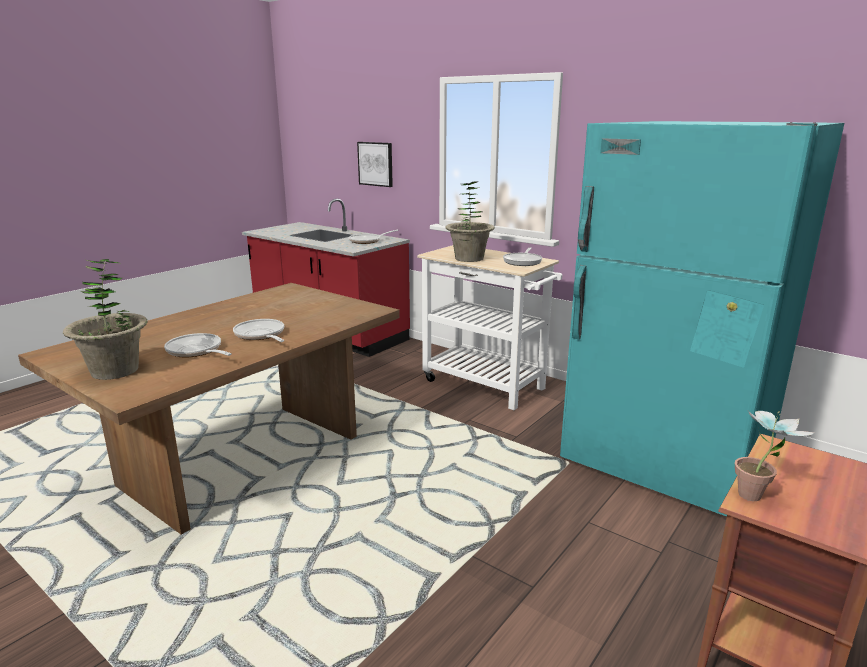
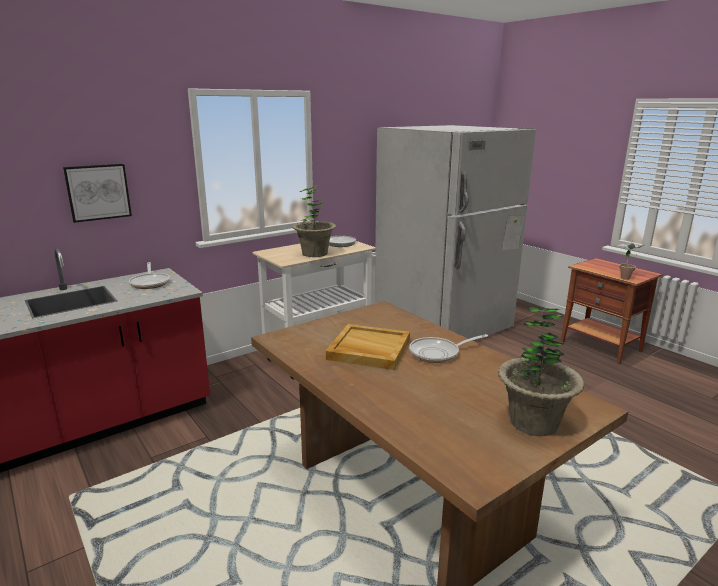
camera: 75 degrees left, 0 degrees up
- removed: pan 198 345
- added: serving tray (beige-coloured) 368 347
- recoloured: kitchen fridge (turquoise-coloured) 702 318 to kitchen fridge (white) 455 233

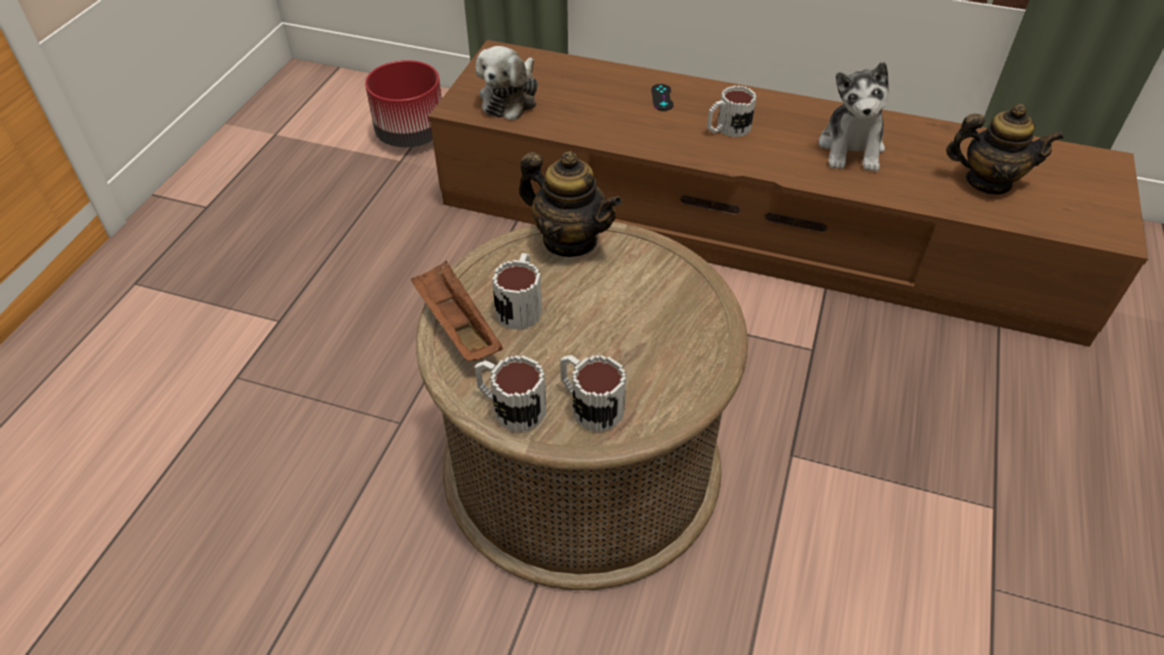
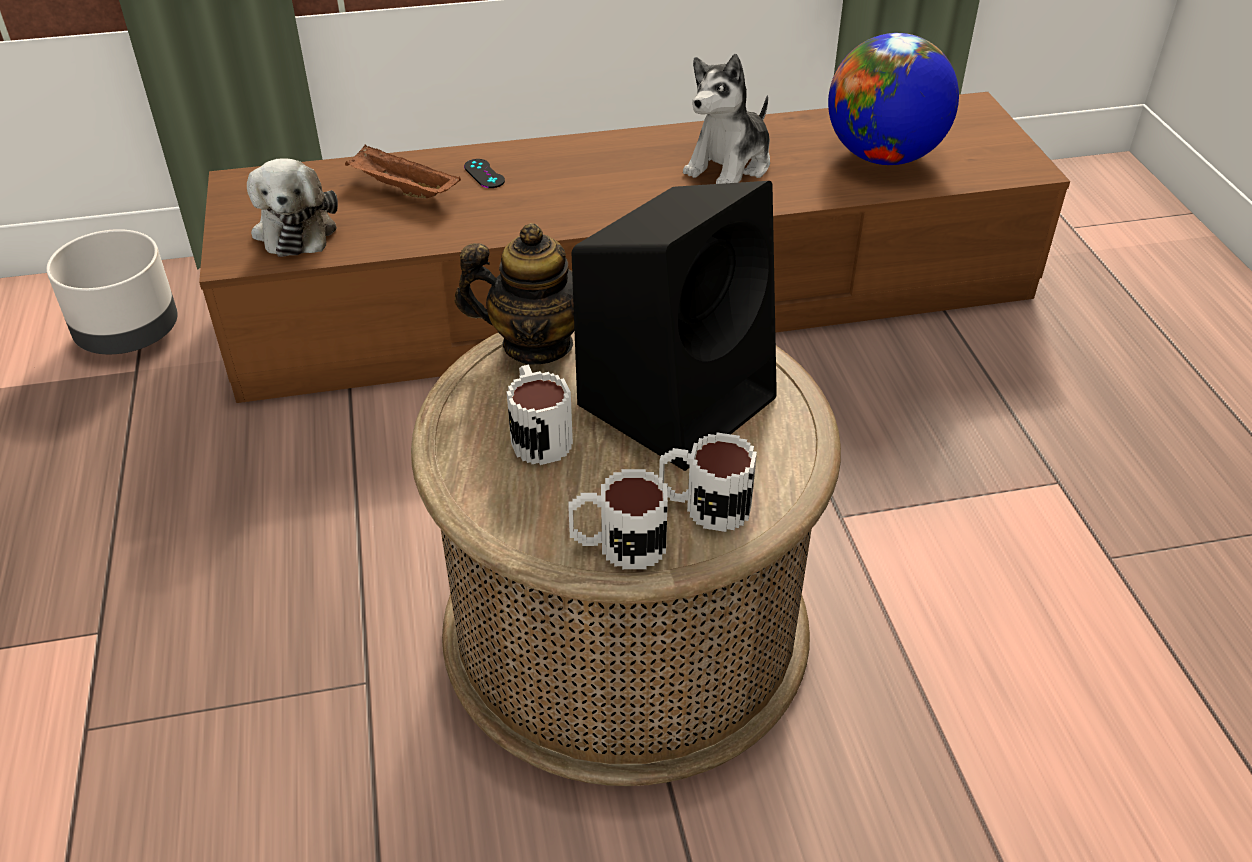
camera: 30 degrees left, 5 degrees down
- removed: tea mug 731 111
- added: loudspeaker (blackish) 674 326
- moved: serving tray (brown) 457 311 to 403 171
- replaced: tea pot 1005 149 to world globe 893 99
- recoloured: plant pot (red-coloured) 403 103 to plant pot (gray) 112 291
- turned: soft toy 853 117 = 726 119 60 degrees clockwise

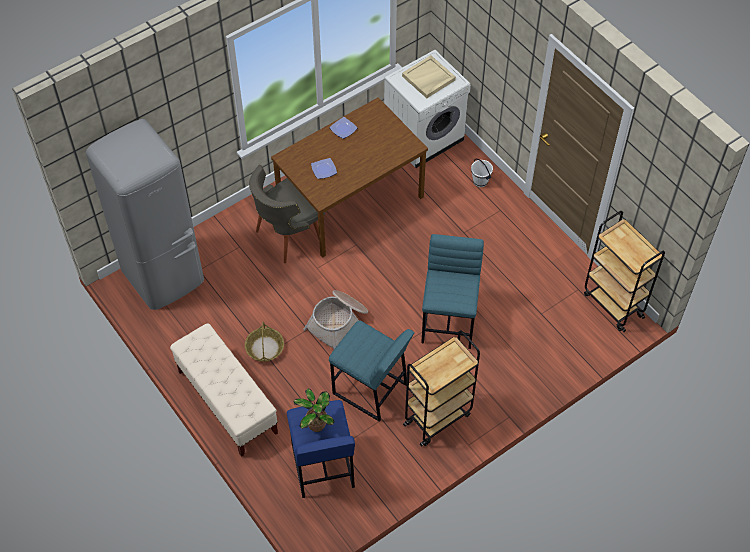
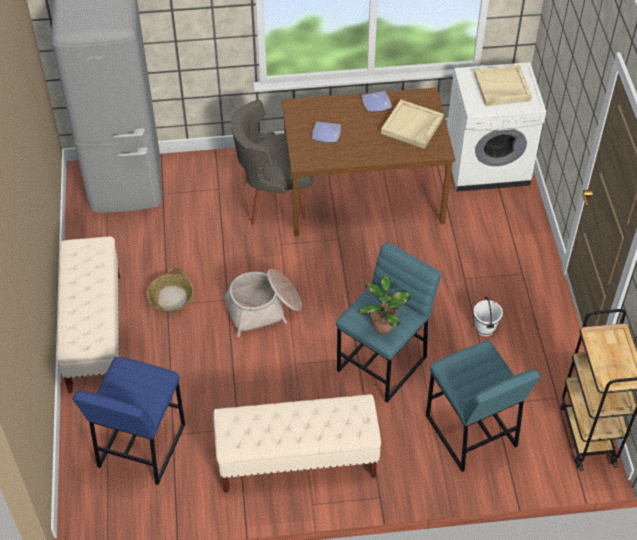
camera: 30 degrees right, 5 degrees down
- added: serving tray (beige-coloured) 412 124
- moved: plant in a pot 314 410 to 384 304
- moved: sitting stool (blue-coloured) 372 371 to 483 406
- moved: bucket (white) 482 173 to 488 316
- replaced: trolley (brown) 441 388 to indoor bench (beige-coloured) 297 443

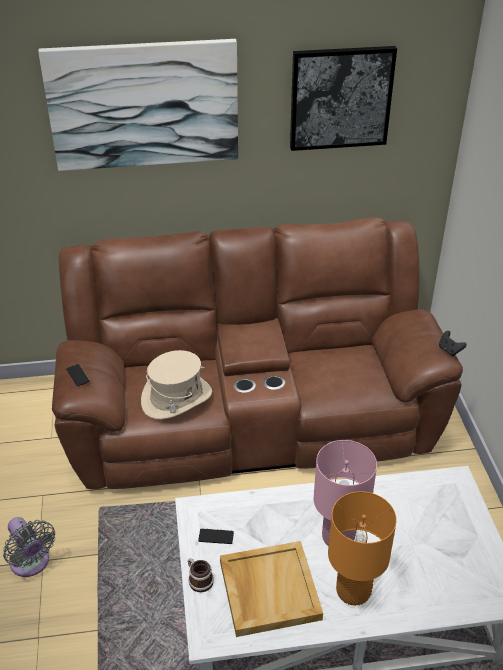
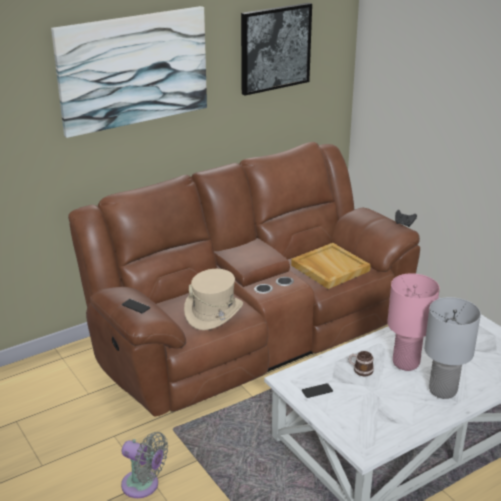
camera: 25 degrees left, 10 degrees down
- moved: tea mug 201 575 to 361 363
- moved: serving tray (beige-coloured) 271 589 to 331 266
- recoloured: tabletop lamp (orange) 362 548 to tabletop lamp (gray) 452 348

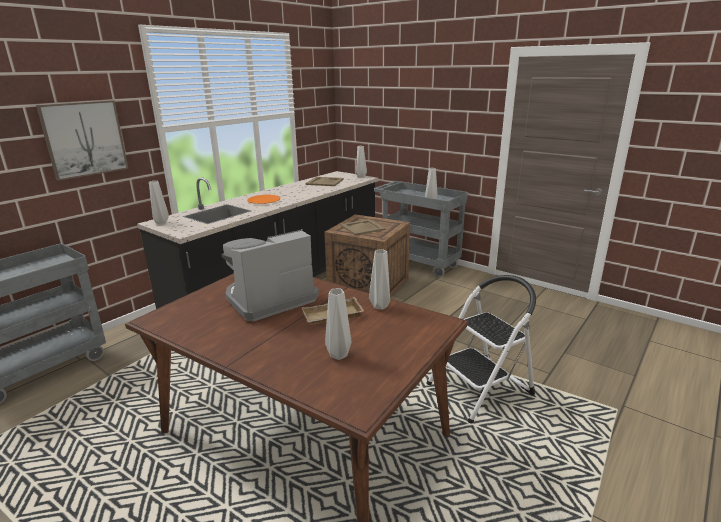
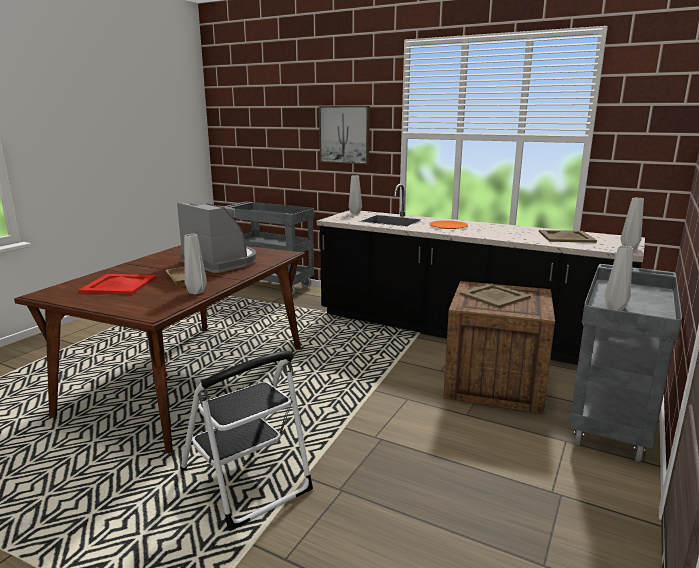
camera: 80 degrees right, 5 degrees down
- replaced: vase (gray) 338 324 to serving tray (red-coloured) 117 284

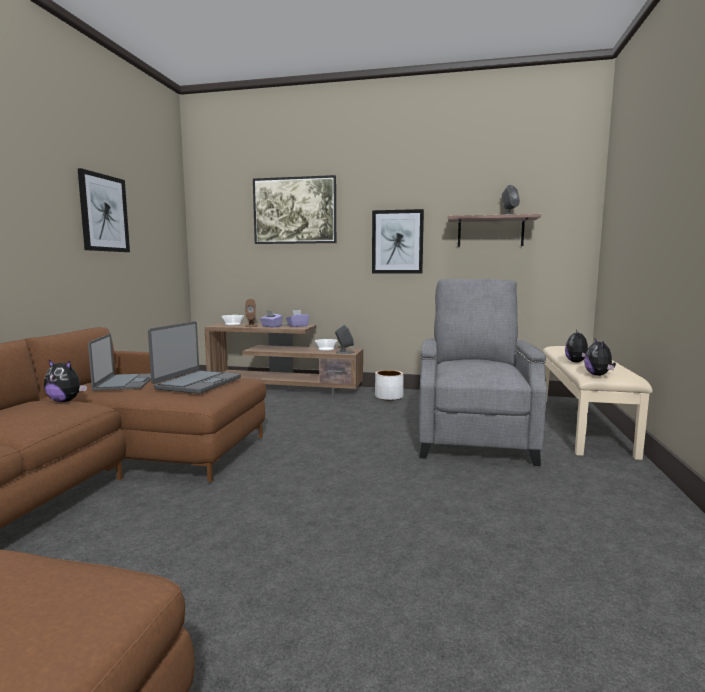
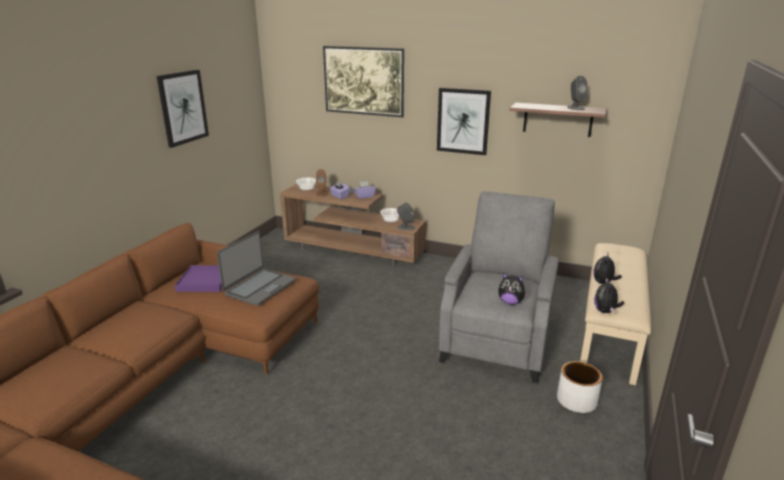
camera: 10 degrees right, 15 degrees up
- moved: soft toy 65 380 to 513 288
- moved: plant pot (white) 389 385 to 580 387
- replaced: portable computer 119 362 to serving tray (purple) 198 278

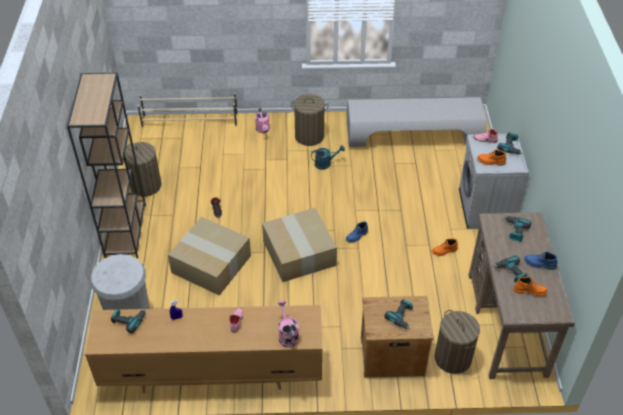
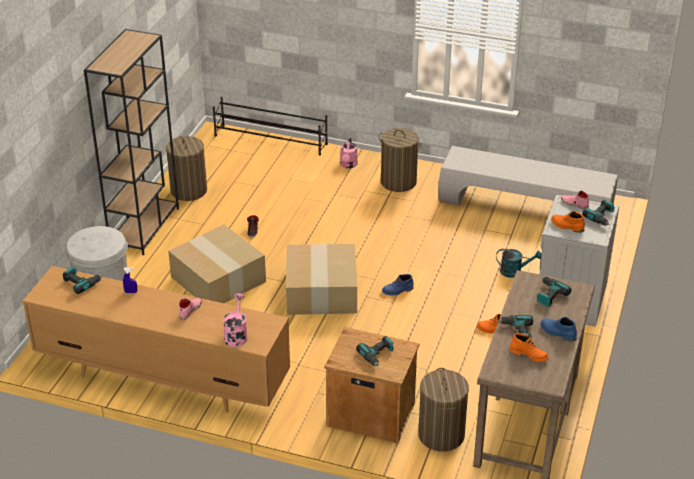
camera: 20 degrees right, 10 degrees down
- moved: watering pot (turquoise-coloured) 328 157 to 518 263
- recoloured: shoe stand (beige-coloured) 188 110 to shoe stand (blackish) 270 126

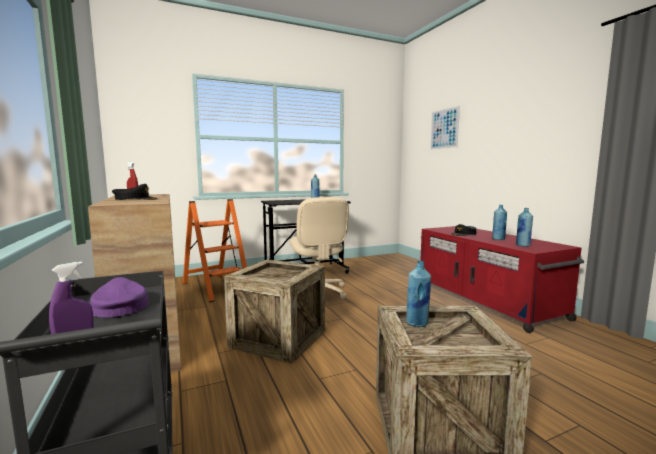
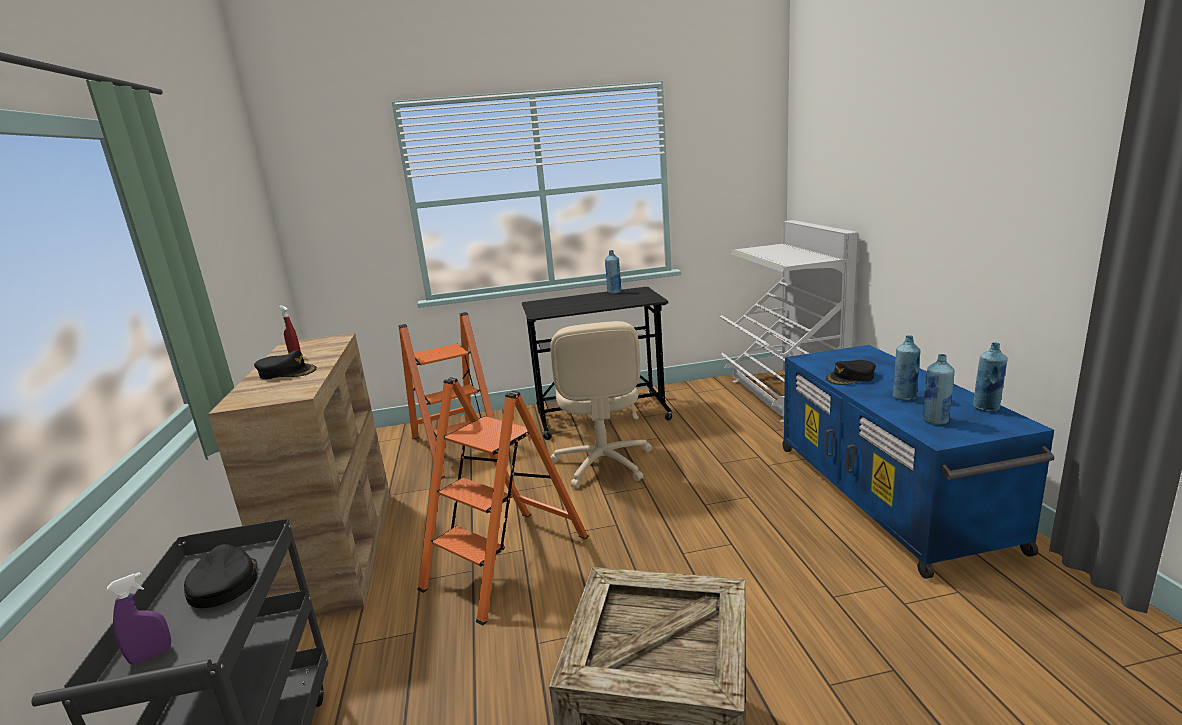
camera: 15 degrees right, 10 degrees up
- removed: wall picture 445 128
- added: shoe stand (white) 789 321
- moved: bottle (blue-coloured) 418 294 to 990 377
- replaced: crate 274 311 to step stool (orange) 503 501
- recoloured: baseball cap (purple) 119 297 to baseball cap (blackish) 220 576
- recoloured: storage cabinet (red-coloured) 502 279 to storage cabinet (blue-coloured) 918 462

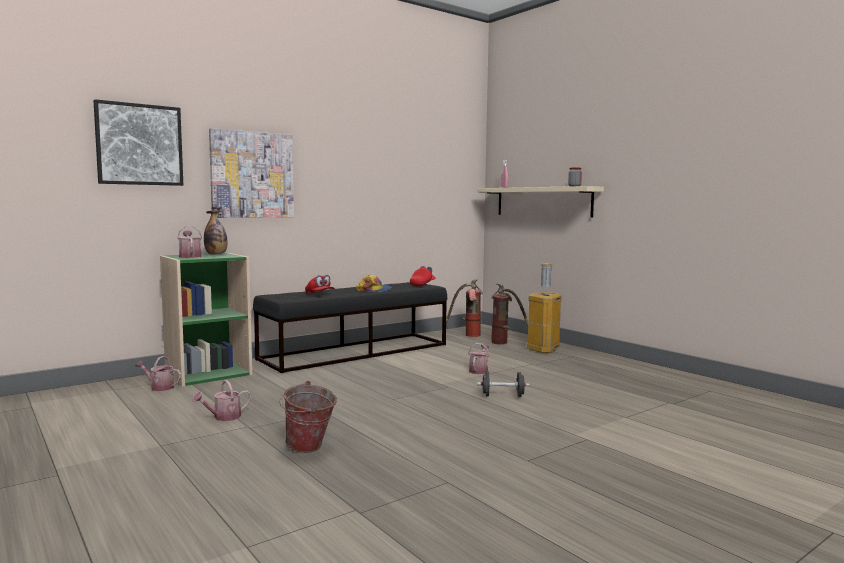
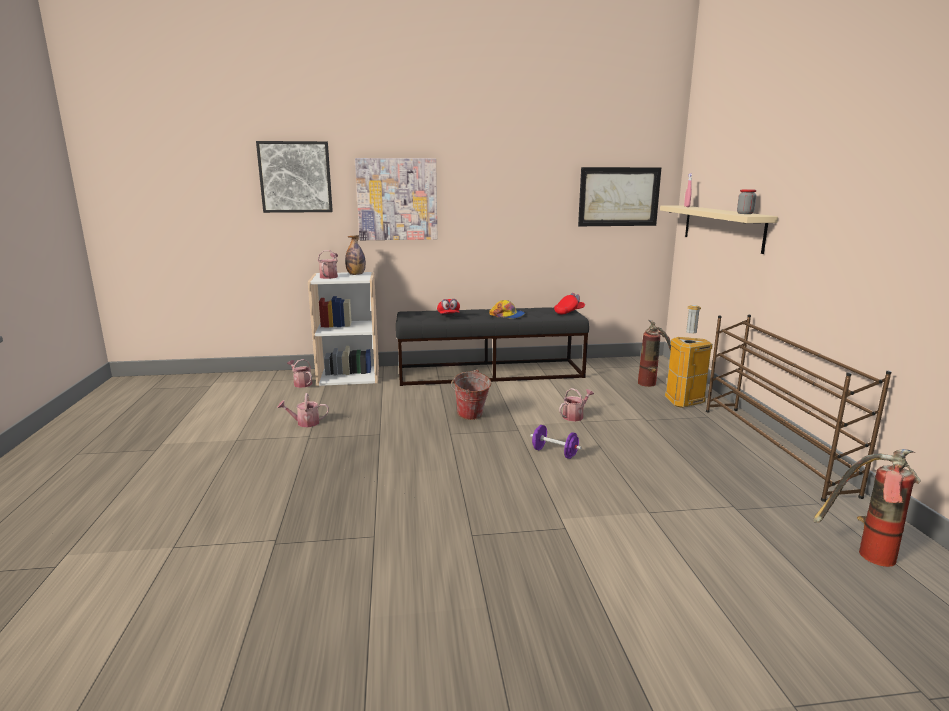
camera: 30 degrees right, 10 degrees up
- added: wall picture 620 196
- added: shoe stand (brown) 798 408
- moved: bucket 308 417 to 471 394
- moved: fire extinguisher 464 308 to 867 508
- recoloured: shelving unit (green-coloured) 206 319 to shelving unit (white) 343 329
- recoloured: free weight (blackish) 503 384 to free weight (purple) 556 442

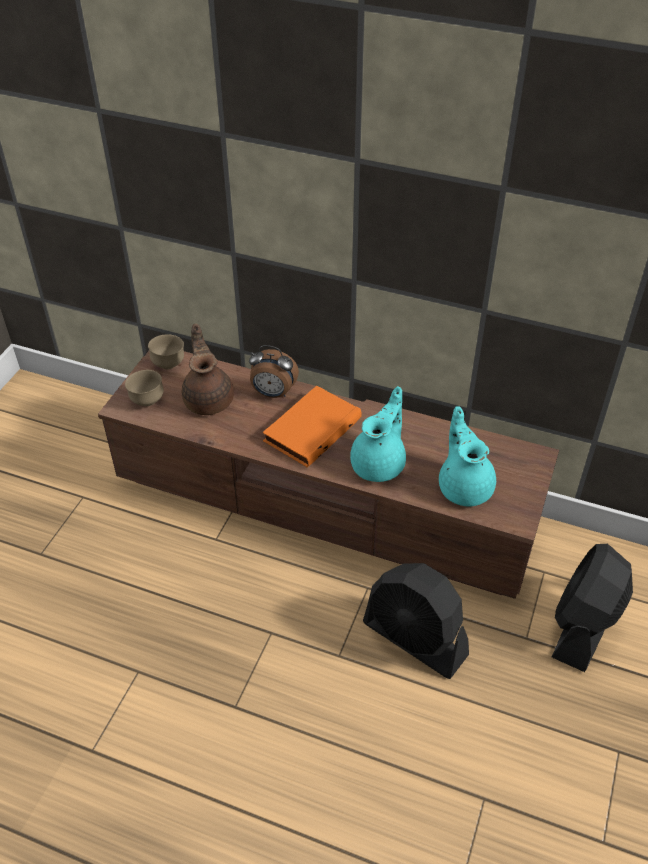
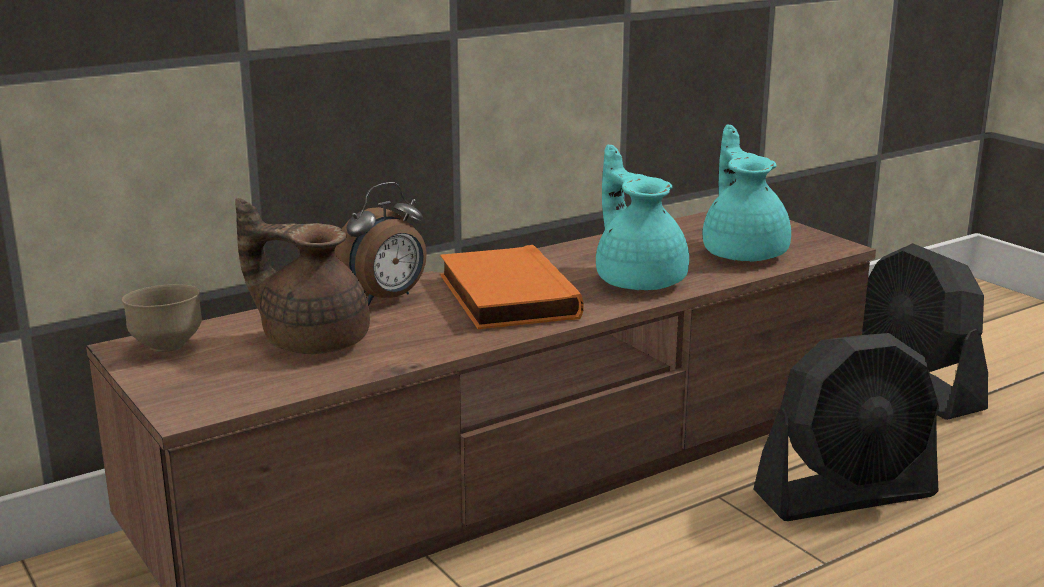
camera: 55 degrees left, 25 degrees down
- removed: bowl (brown) 144 388
- turned: tea pot (turquoise-coloured) 467 456 = 746 193 60 degrees clockwise

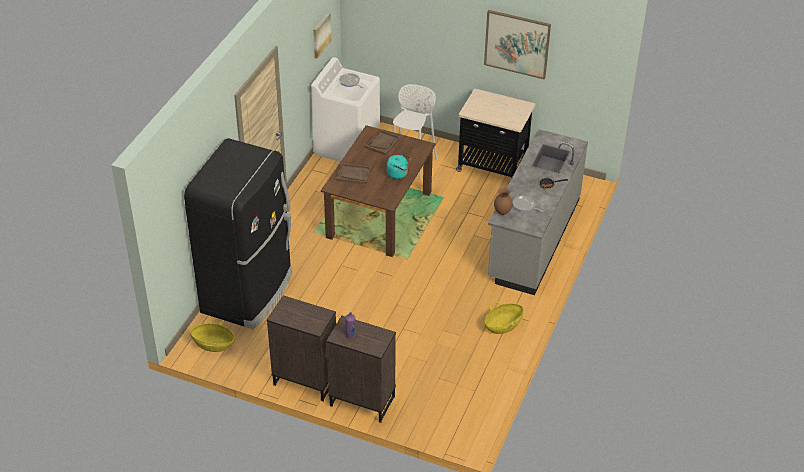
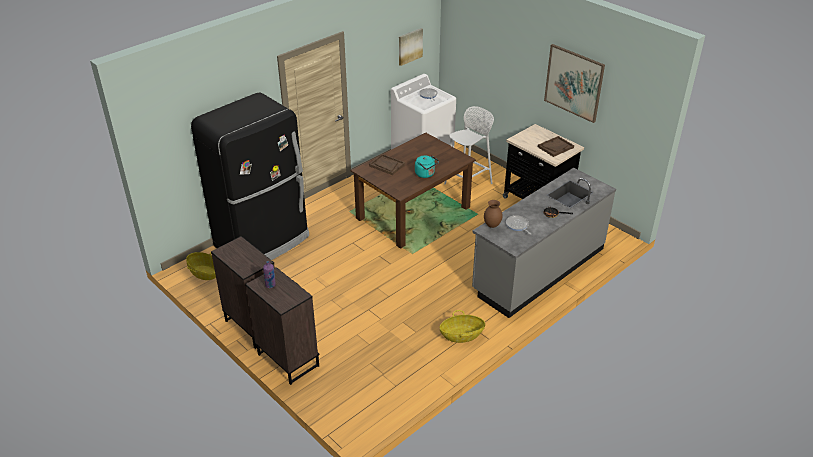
camera: 25 degrees right, 5 degrees down
- moved: serving tray (brown) 383 143 to 556 146

